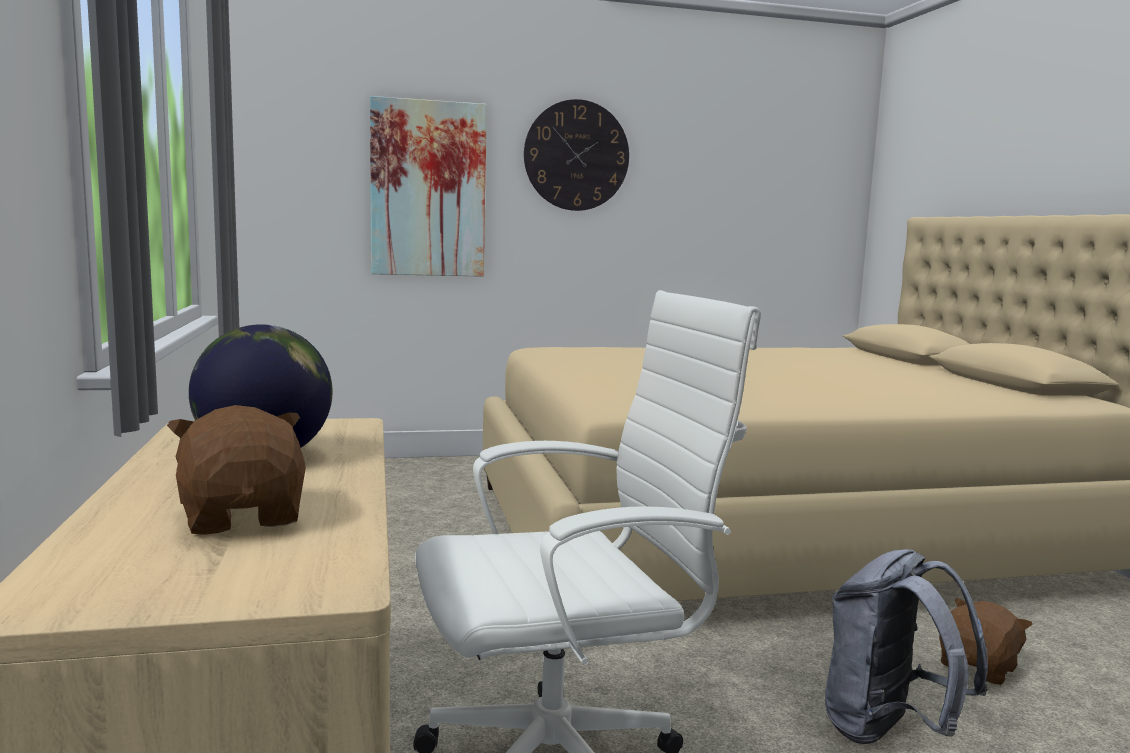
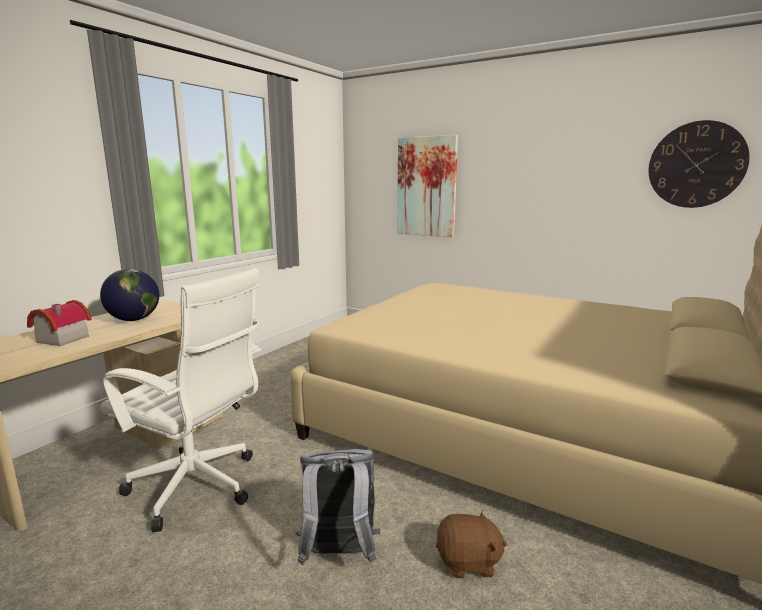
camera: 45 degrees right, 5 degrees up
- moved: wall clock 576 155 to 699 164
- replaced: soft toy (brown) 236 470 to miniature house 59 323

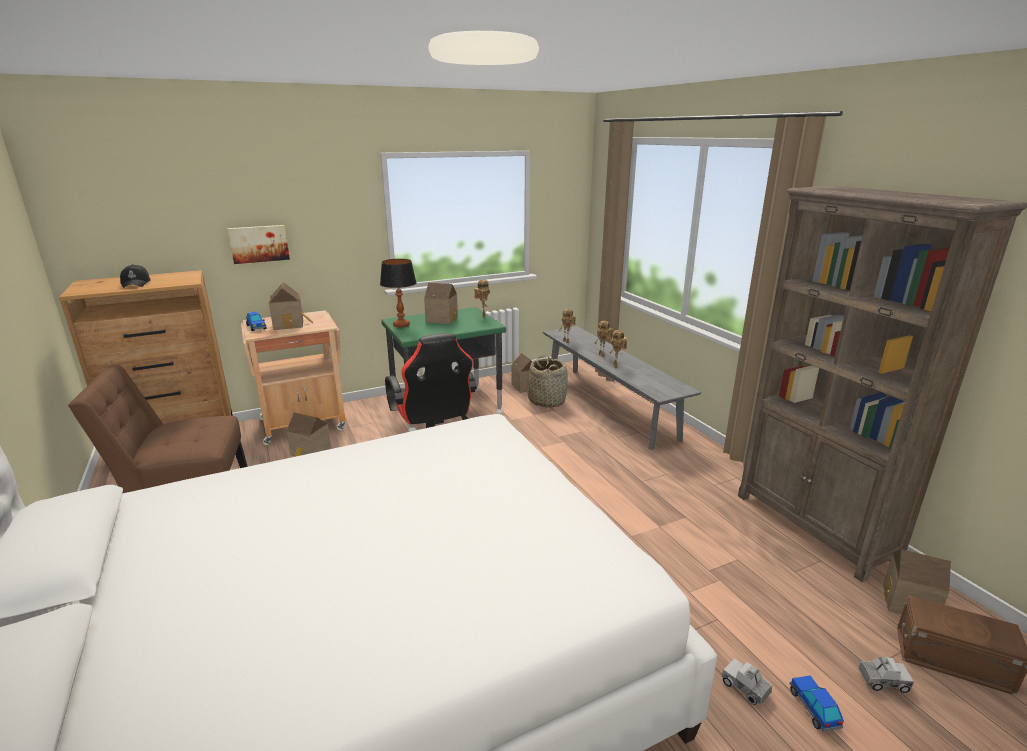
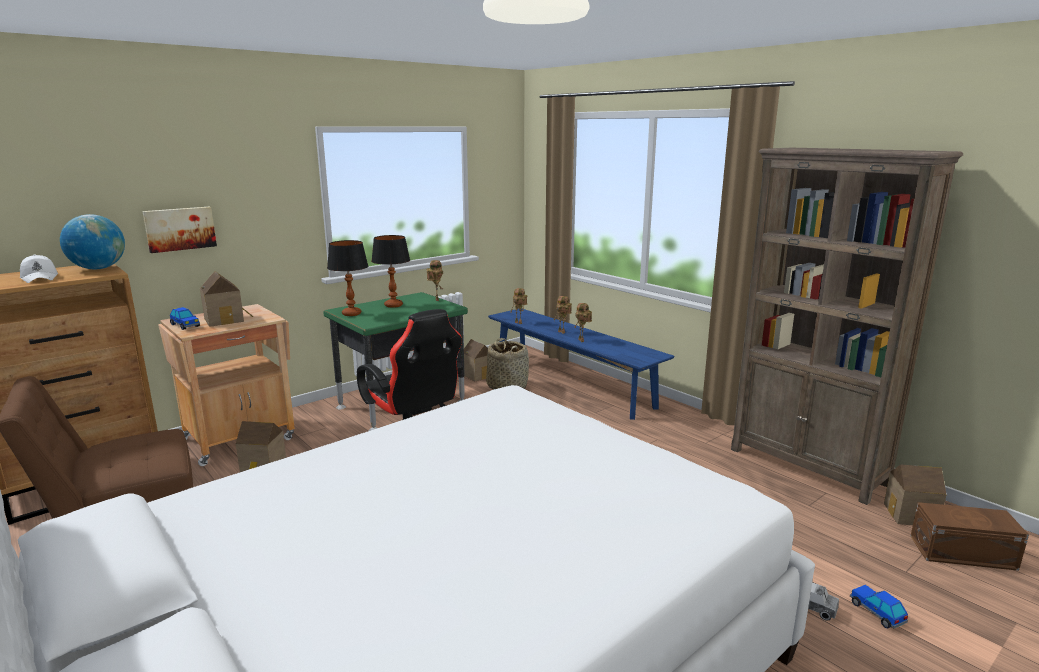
camera: 15 degrees left, 5 degrees down
- removed: toy truck 886 675
- added: world globe 92 241
- replaced: miniature house 441 303 to tabletop lamp 390 271
- recoloured: baseball cap (blackish) 135 276 to baseball cap (white) 39 269
- recoloured: indoor bench (gray) 622 388 to indoor bench (blue-coloured) 581 364

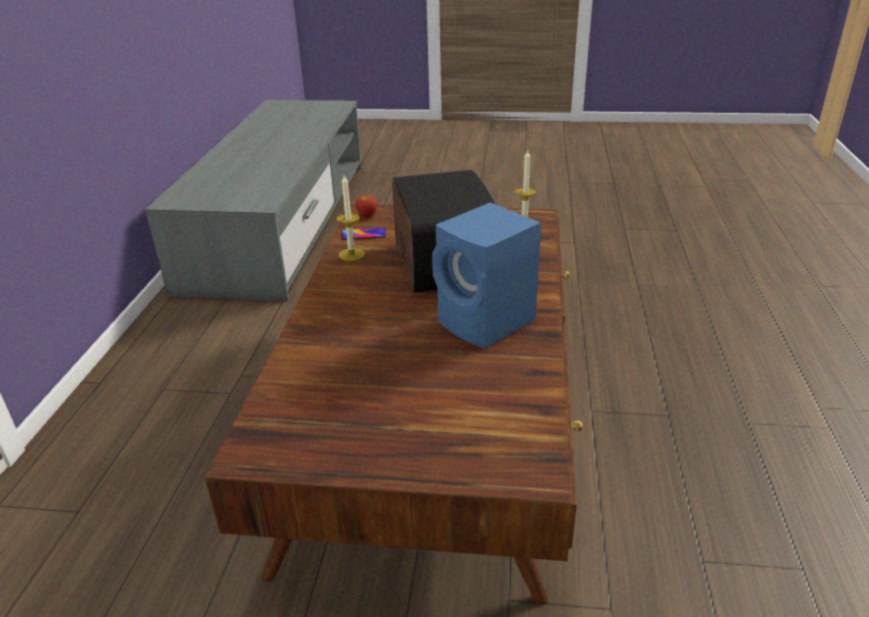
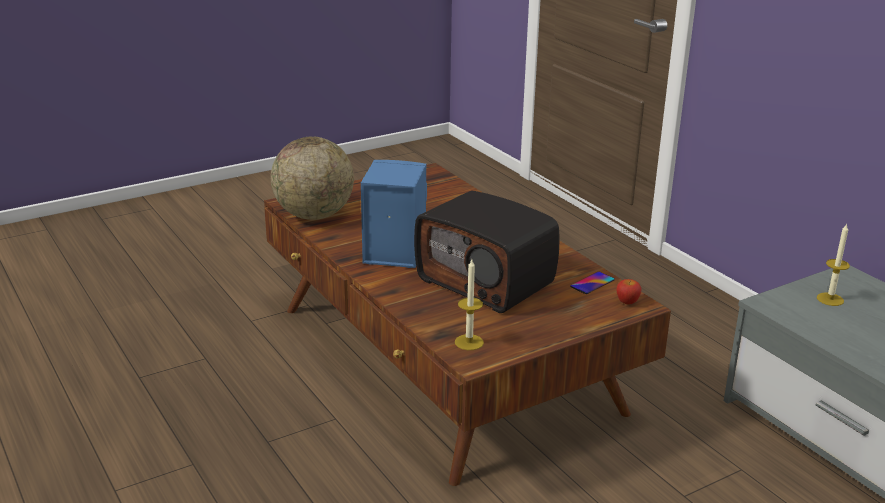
camera: 140 degrees right, 5 degrees down
- added: world globe 312 178
- moved: wax candle 351 218 to 833 265

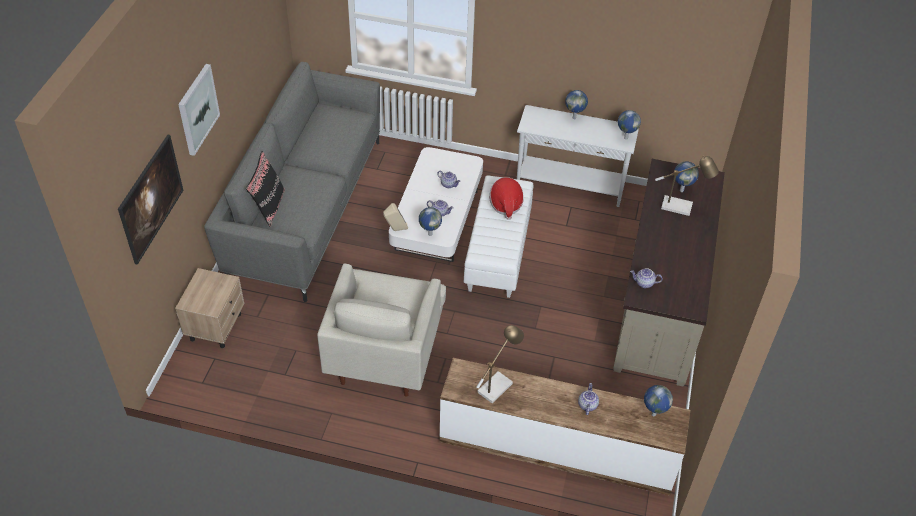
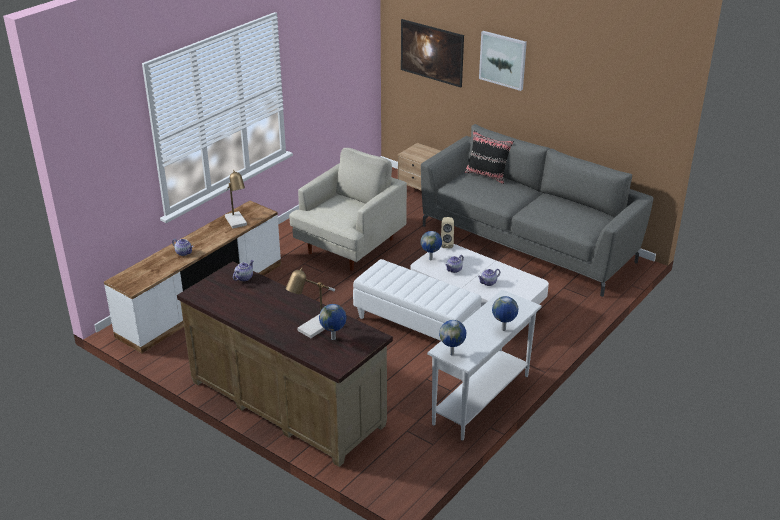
camera: 115 degrees right, 15 degrees down
- removed: clothing hat 506 198
- removed: world globe 658 400
- turned: lounge chair (beige-coloured) 381 330 = 348 209 90 degrees clockwise

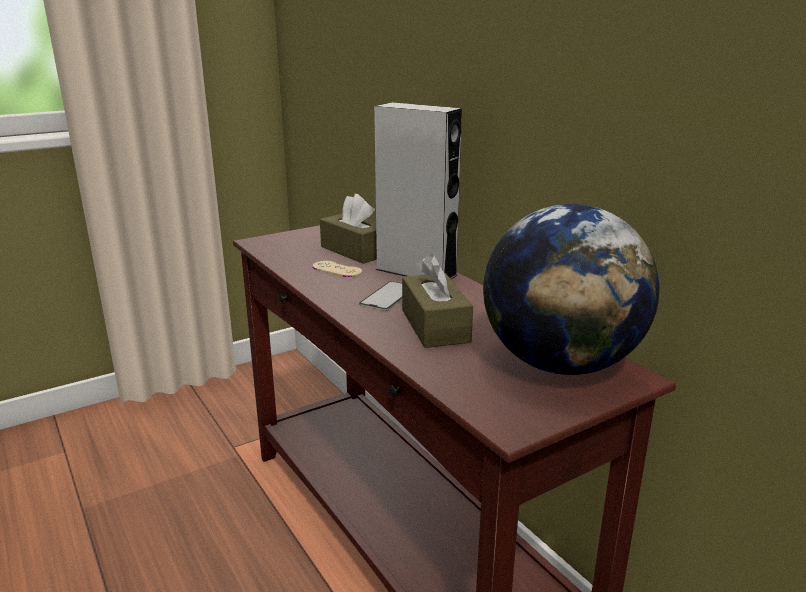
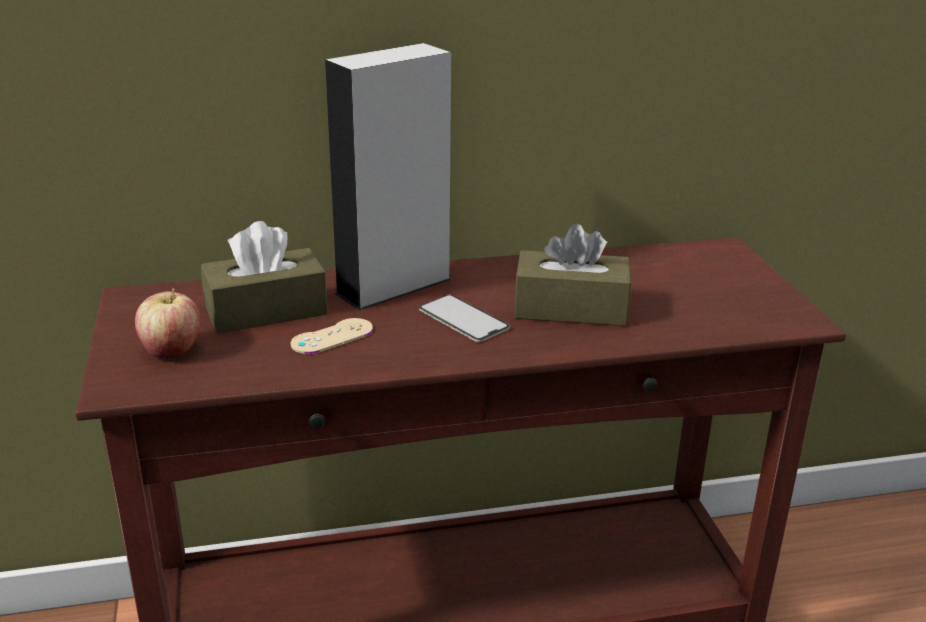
camera: 70 degrees left, 5 degrees up
- removed: world globe 571 289
- added: apple 167 323

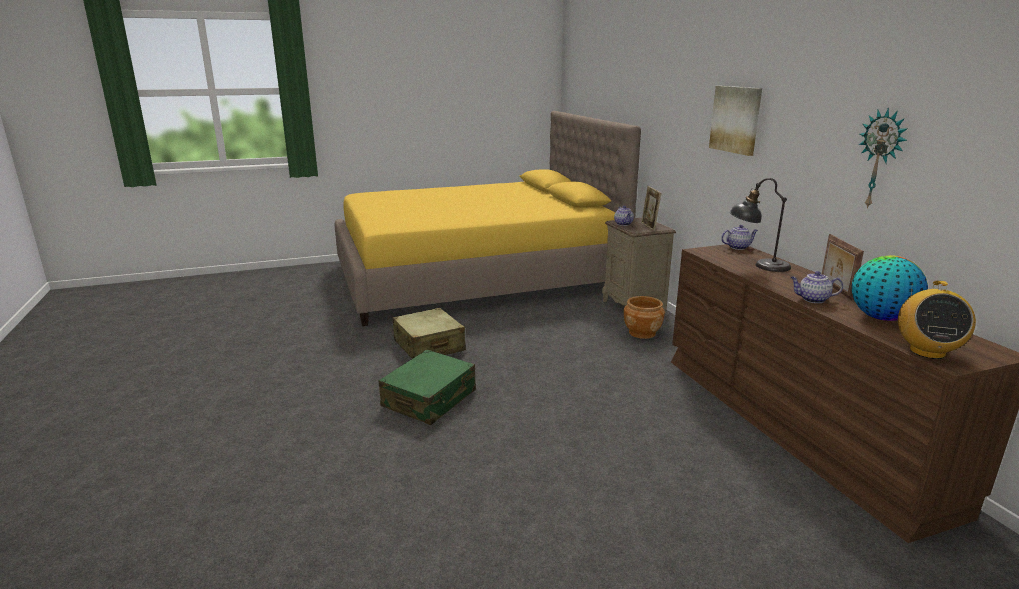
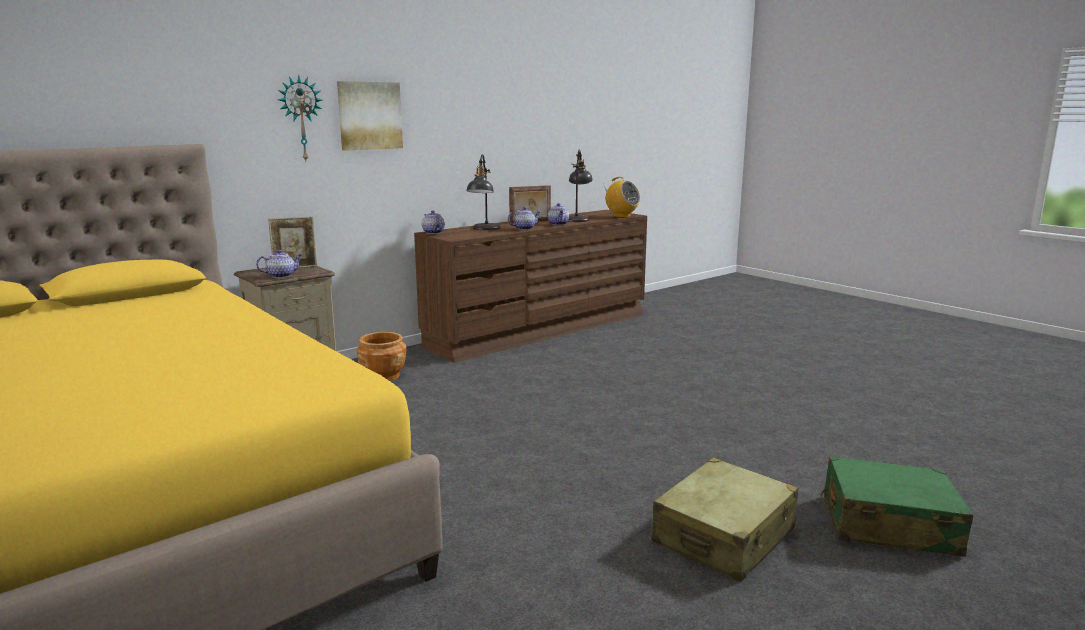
camera: 110 degrees left, 5 degrees down
- added: tea pot 524 218
- moved: piece of luggage (green-coloured) 427 387 to 897 506
- moved: piece of luggage (beige-coloured) 429 333 to 725 520
- moved: wall clock 883 158 to 300 118
- replaced: world globe 890 288 to tabletop lamp (gray) 580 186
- turned: radio set 937 320 = 621 197 45 degrees clockwise

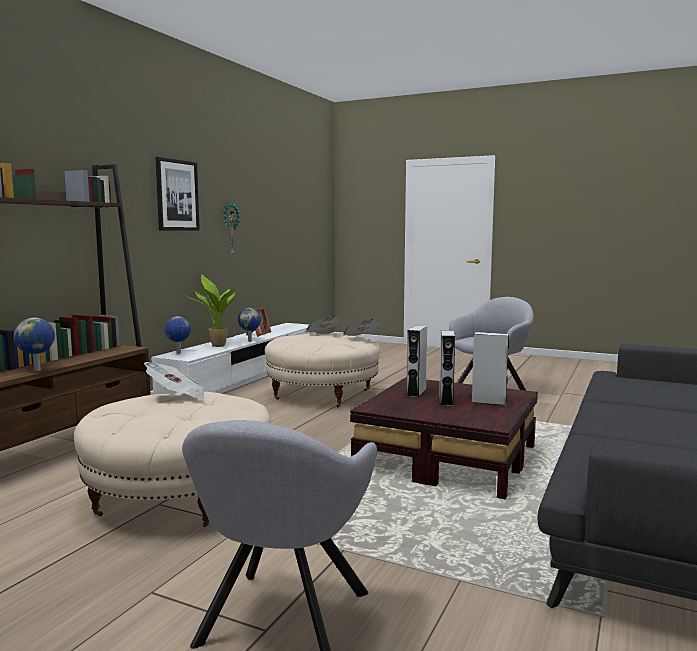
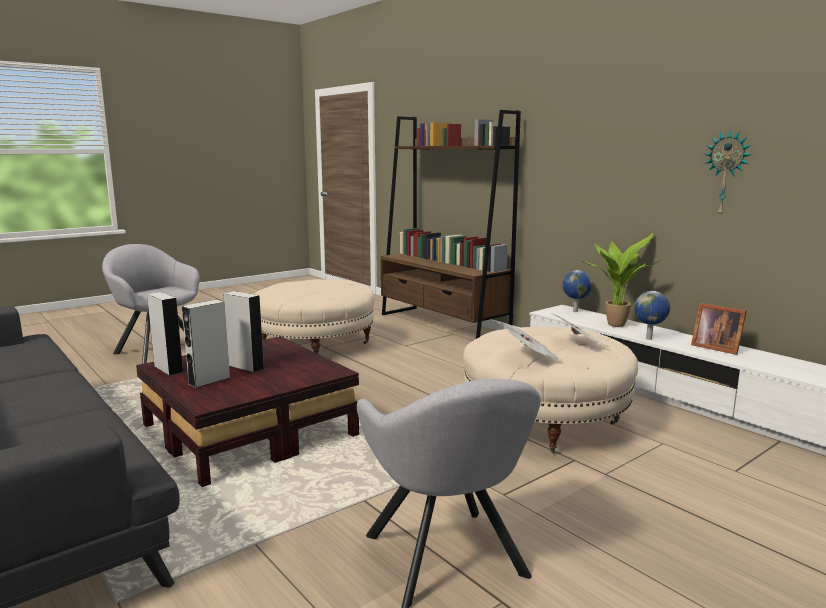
camera: 115 degrees right, 5 degrees up
- removed: world globe 34 344
- removed: printed paper 174 380
- removed: wall picture 177 193
- moved: loudspeaker (gray) 417 361 to 165 334

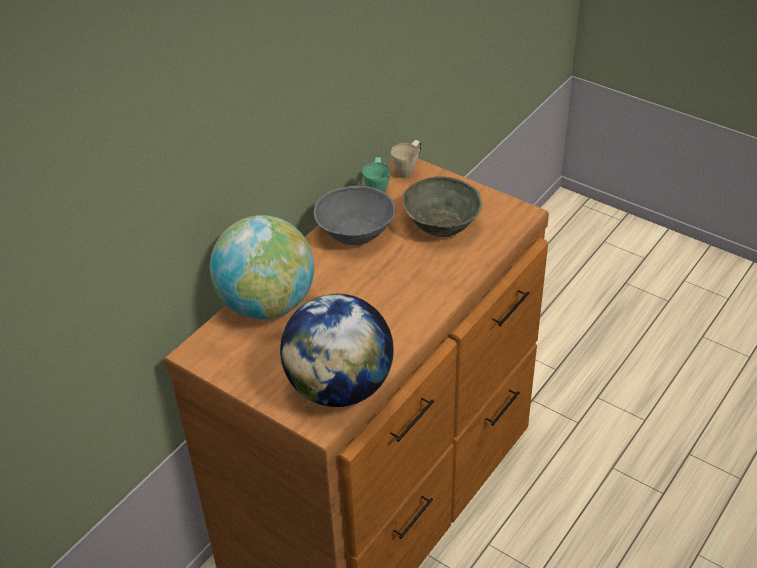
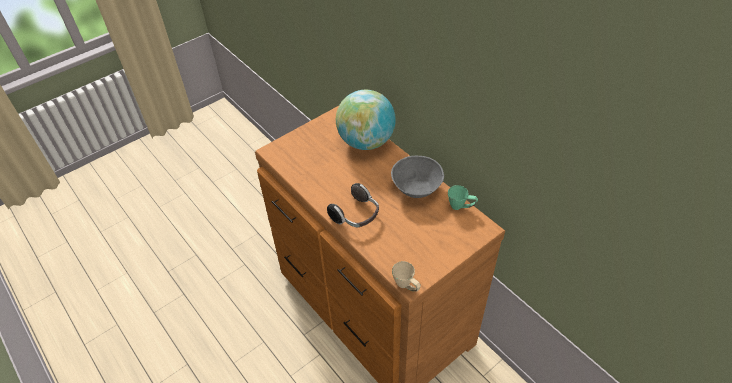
camera: 105 degrees right, 5 degrees up
- removed: world globe 337 350
- removed: bowl (gray) 442 206
- added: pair of headphones 353 205
- moved: tea mug (beige-coloured) 406 159 to 406 276

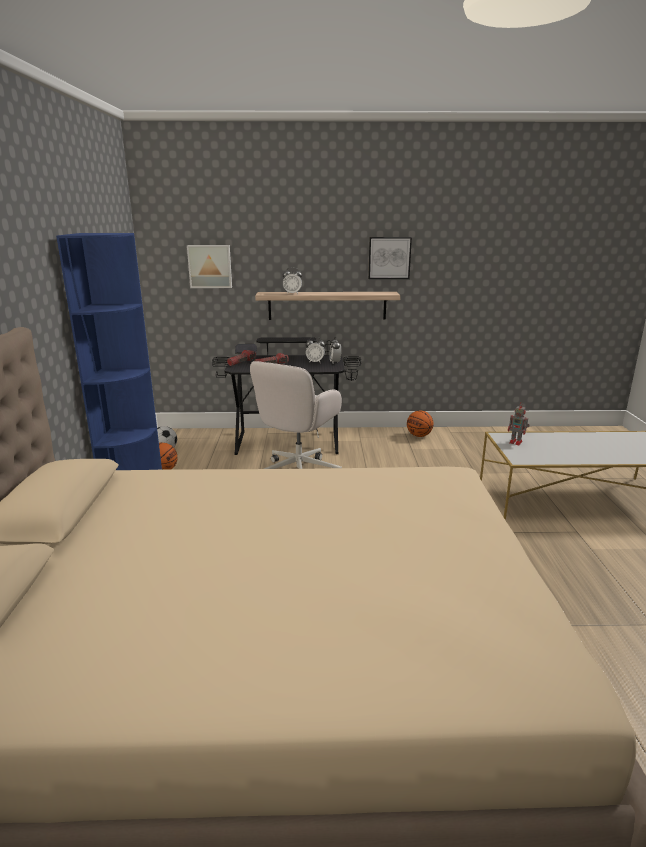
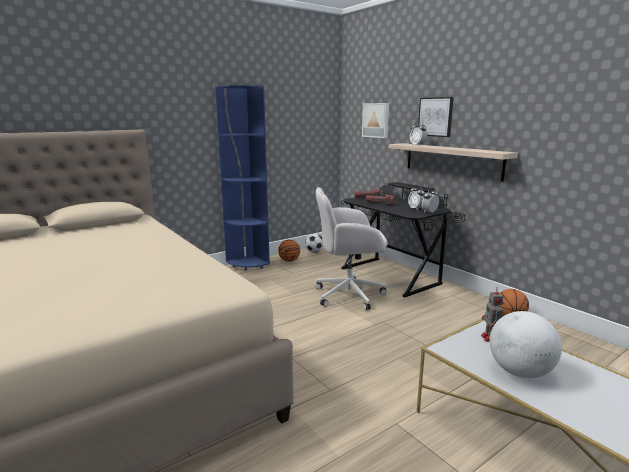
camera: 55 degrees right, 5 degrees down
- added: world globe 525 344
- moved: wall picture 390 258 to 436 117

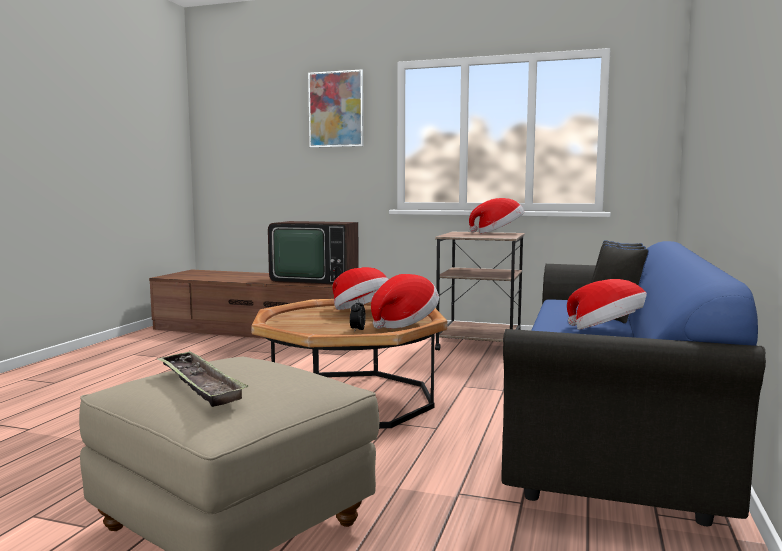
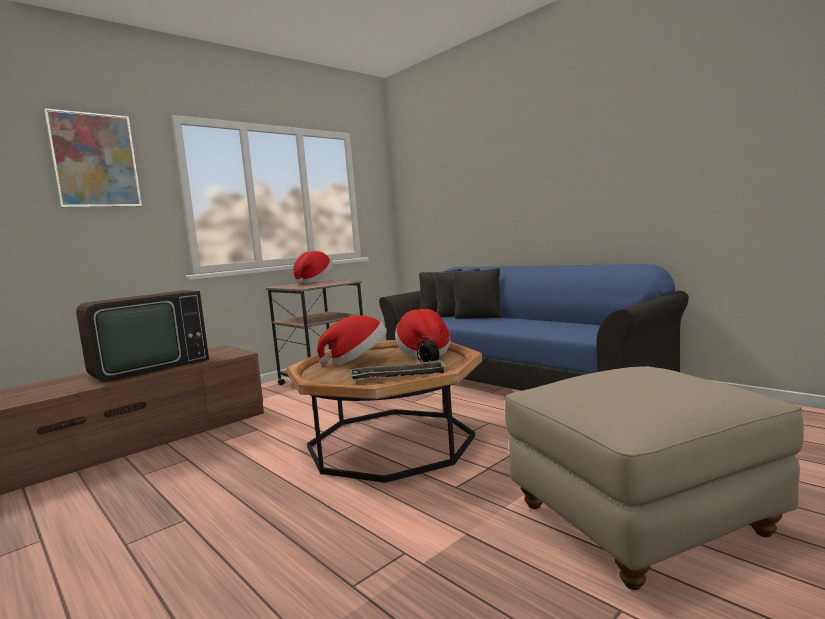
camera: 60 degrees left, 0 degrees up
- removed: clothing hat 607 304
- moved: serving tray 202 379 to 398 369

